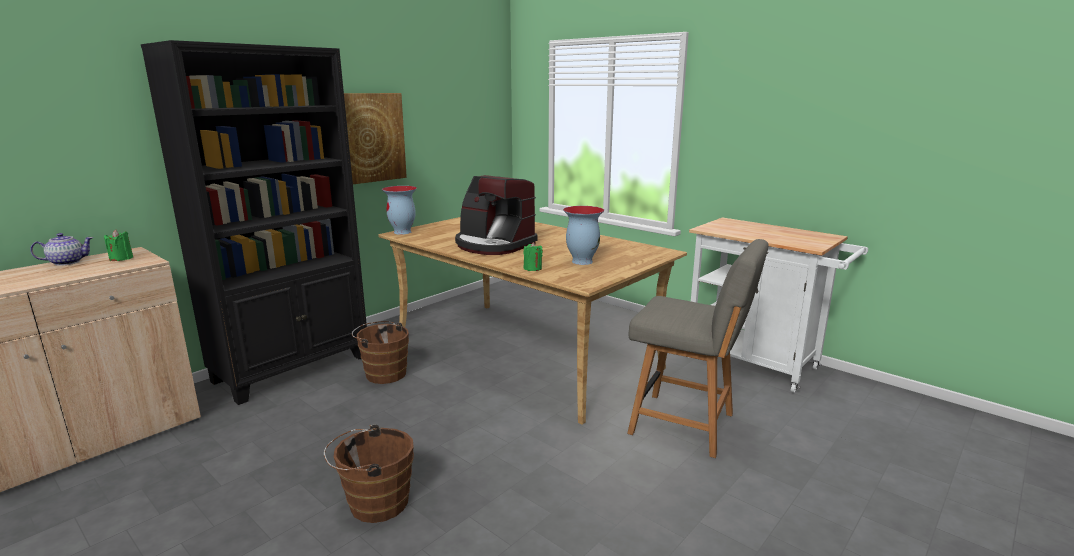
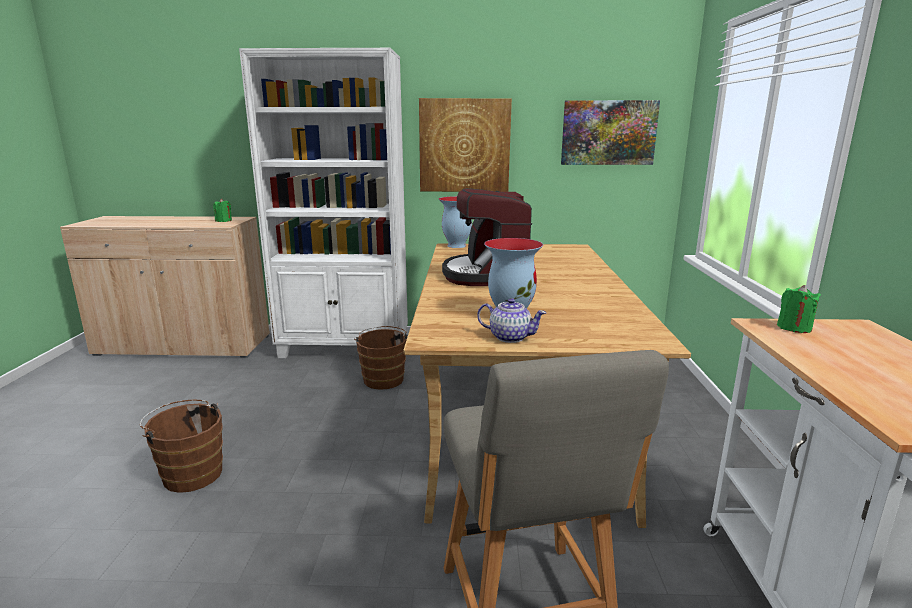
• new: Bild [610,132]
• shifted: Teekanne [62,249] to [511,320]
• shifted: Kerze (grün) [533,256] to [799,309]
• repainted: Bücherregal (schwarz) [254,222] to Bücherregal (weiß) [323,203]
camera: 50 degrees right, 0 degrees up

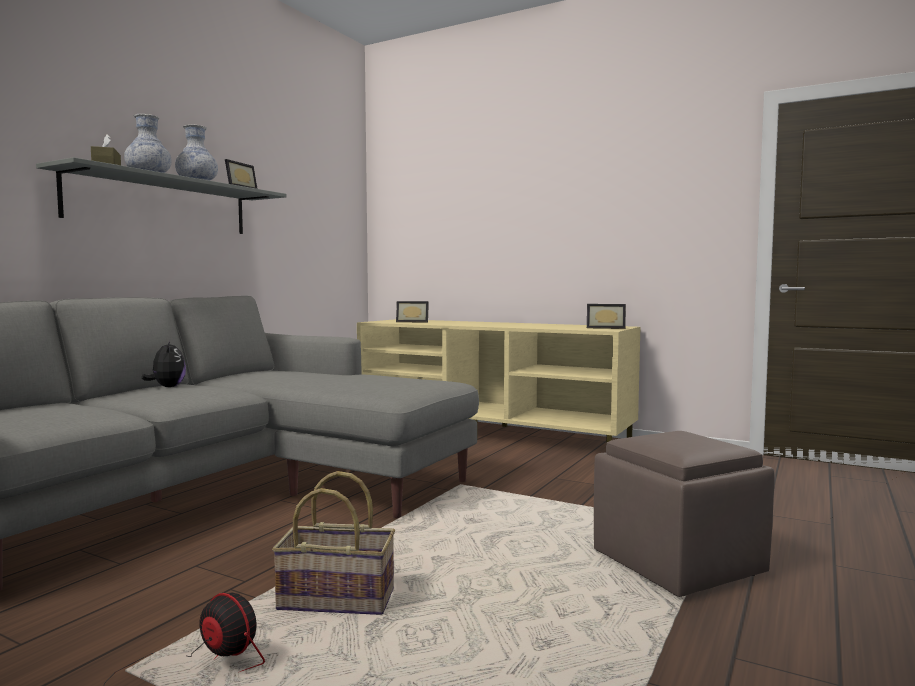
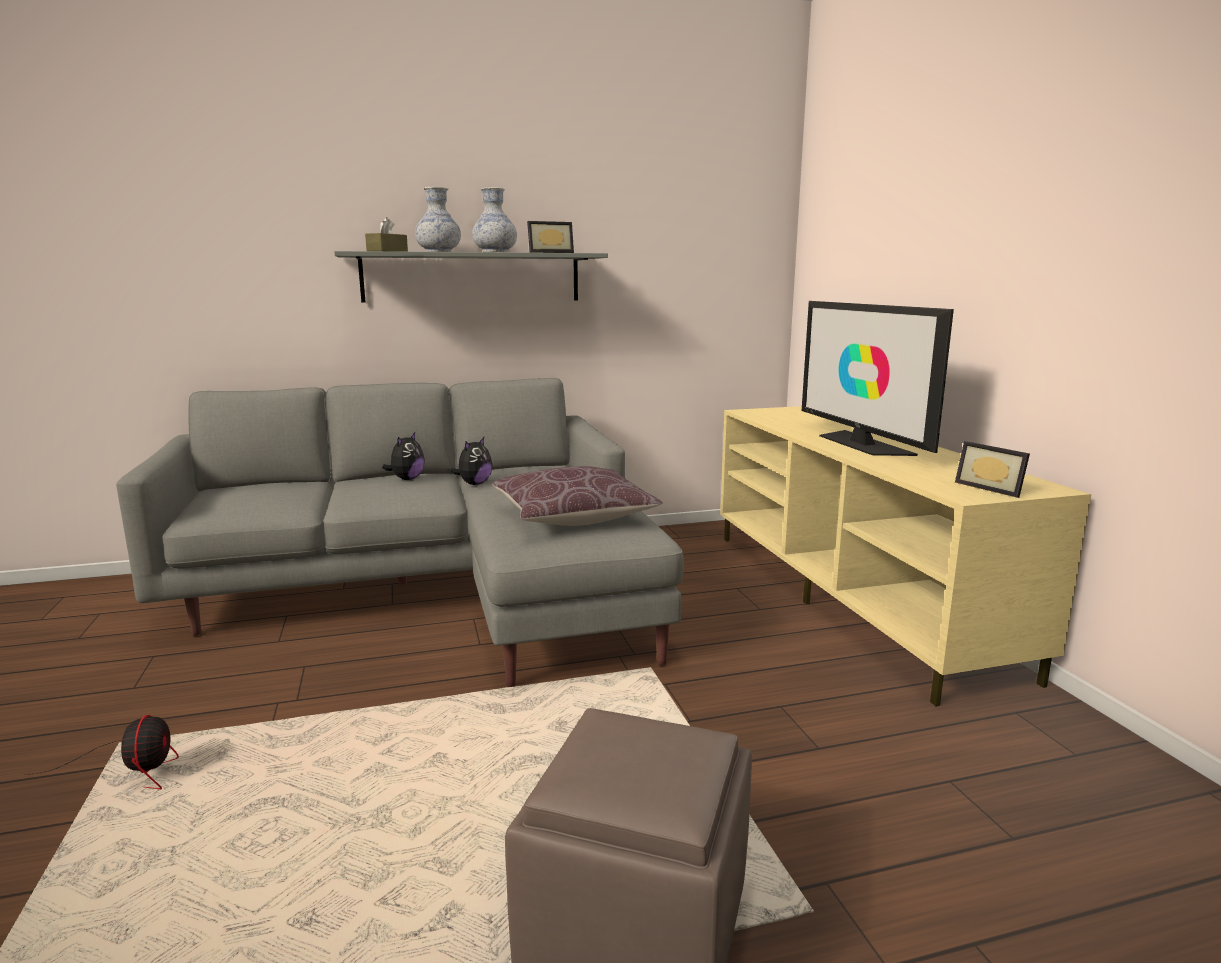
• gone: Korb [333,543]
• gone: Bilderrahmen [412,312]
• new: Plüschtier [472,461]
• new: Kissen (braun) [578,496]
• new: Fernseher [878,378]
camera: 45 degrees right, 10 degrees up

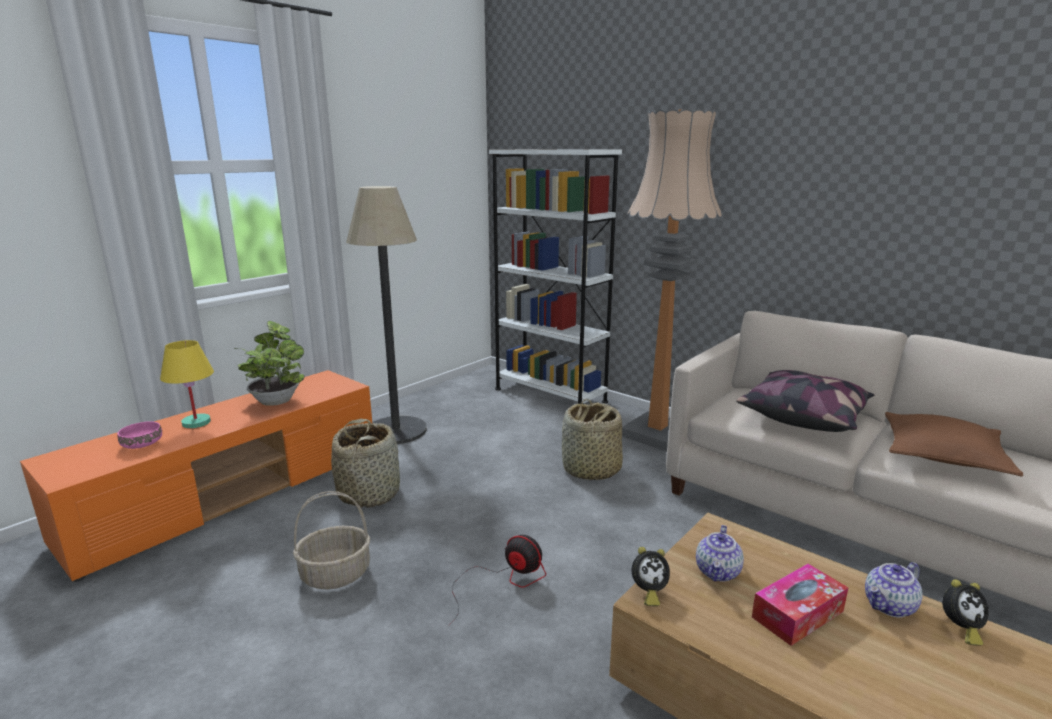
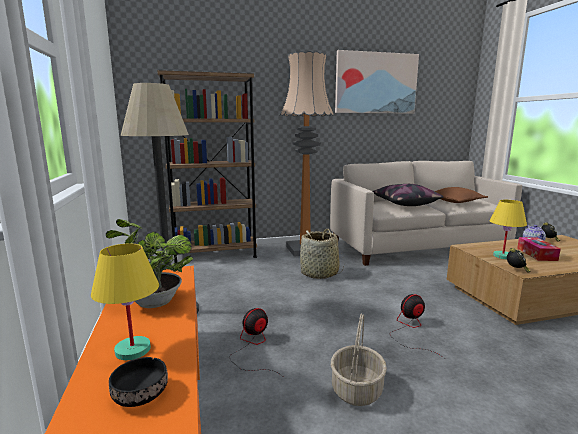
• new: Bild [377,82]
• swapped: Korb [365,463] to Ventilator [256,342]
• swapped: Teekanne [720,553] to Tischlampe (gelb) [508,229]
• repainted: Schüssel (rosa) [139,435] to Schüssel (schwarz) [138,382]
• repainted: Bücherregal (weiß) [555,276] to Bücherregal (braun) [207,167]
camera: 55 degrees left, 5 degrees down

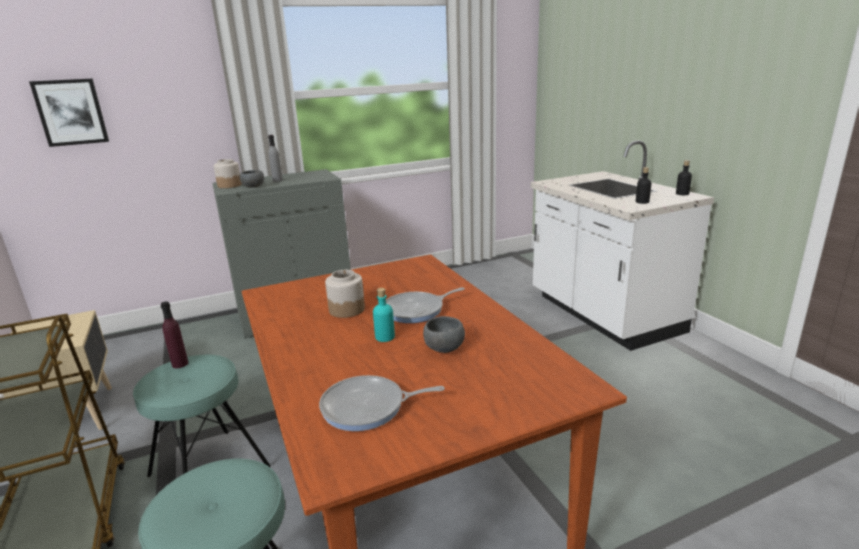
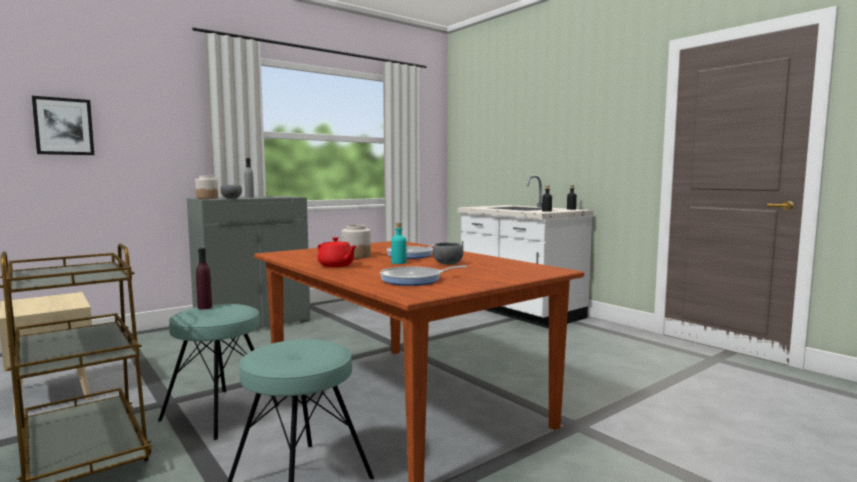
• new: Teekanne (rot) [336,252]
camera: 15 degrees left, 15 degrees down

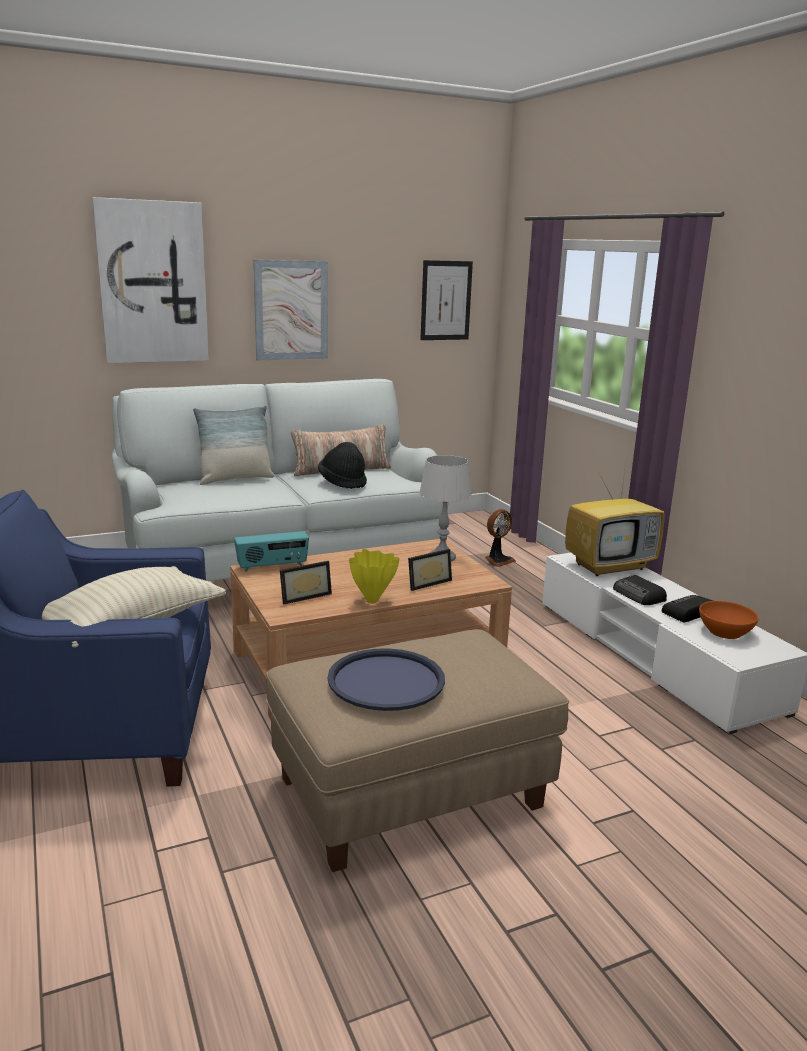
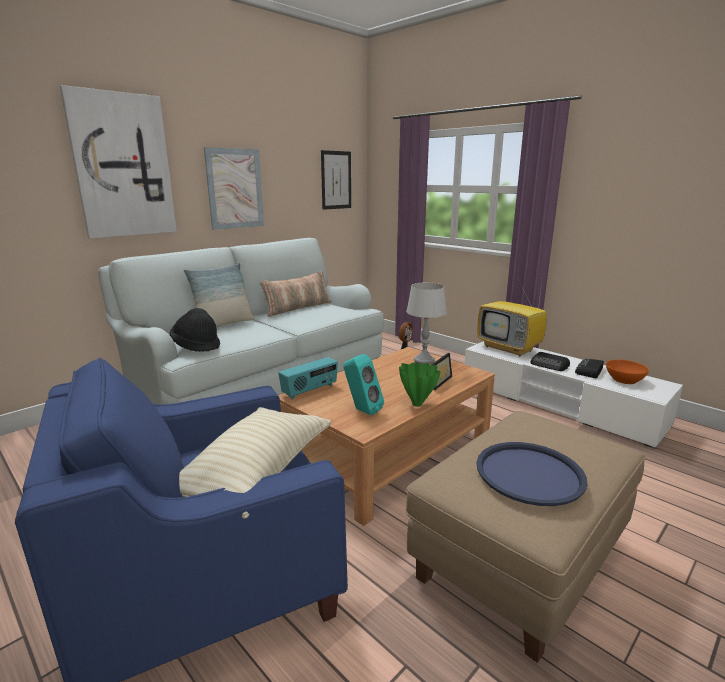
• shifted: Hut (schwarz) [342,465] to [195,330]
• swapped: Bilderrahmen [306,582] to Lautsprecher (türkis) [363,385]
• repainted: Vase (gelb) [374,576] to Vase (grün) [419,385]
• rotated: Fernseher [614,515] = [512,319] 90 degrees clockwise
camera: 20 degrees left, 0 degrees up

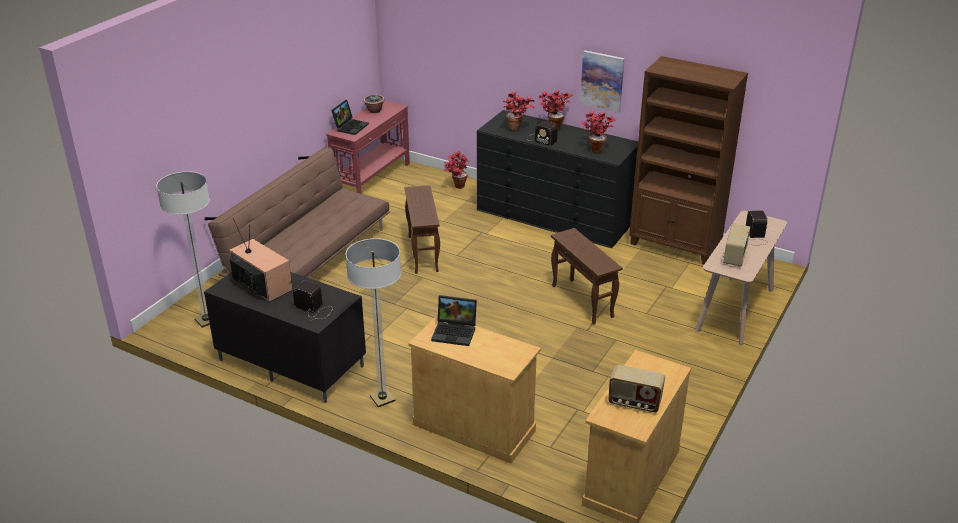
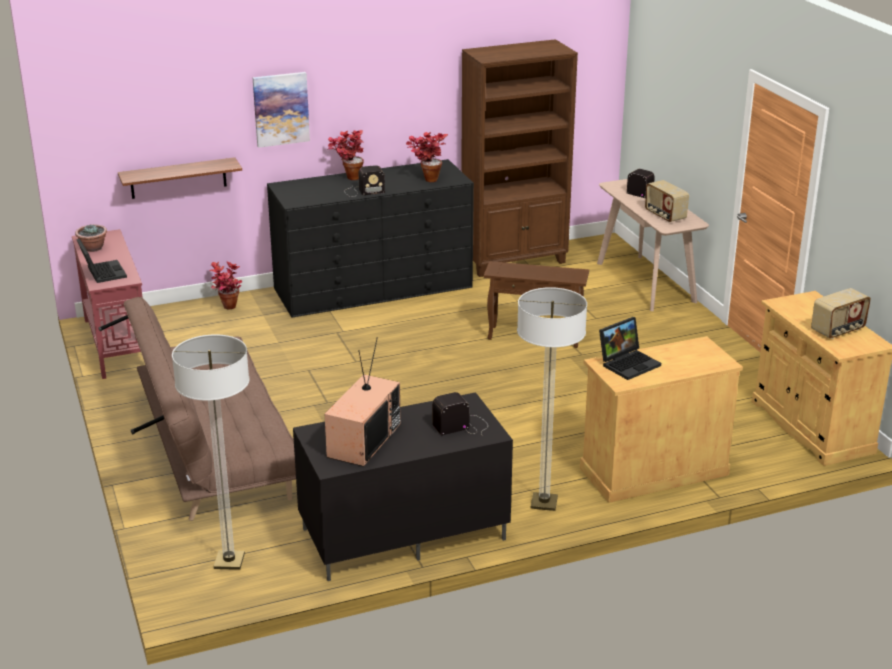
• gone: Beistelltisch (braun) [422,229]
• gone: Topfpflanze [519,111]
• new: Wandregal [180,178]
• shifted: Bild [602,81] to [281,110]
• rotated: Fernseher [261,260] = [363,402] 120 degrees clockwise
camera: 50 degrees left, 5 degrees down

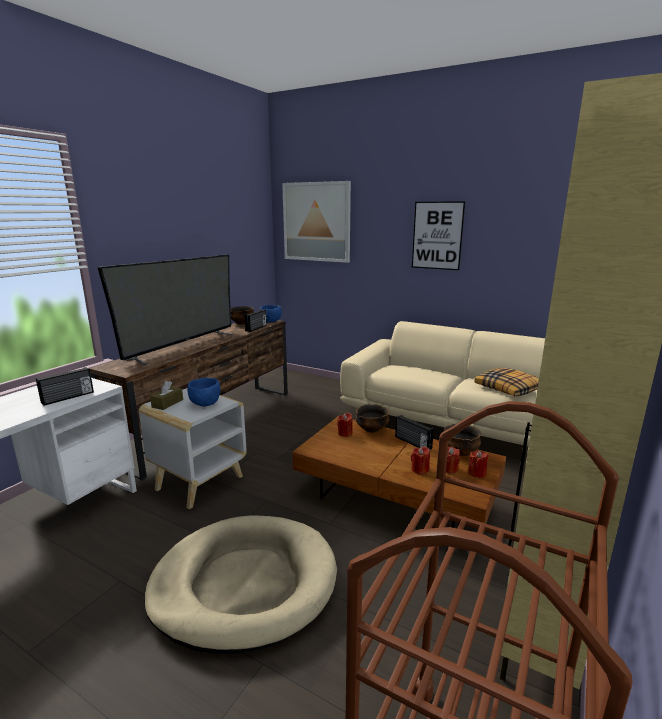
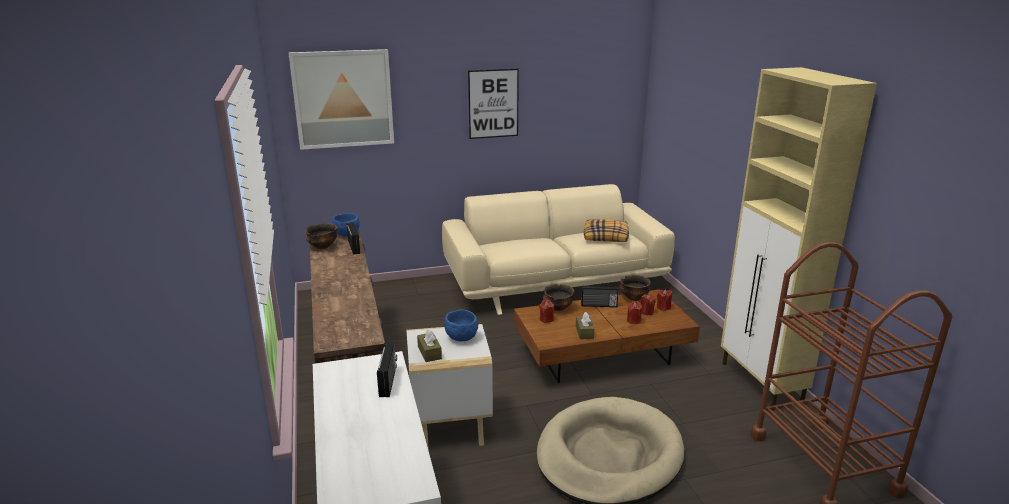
• gone: Fernseher [165,310]
• new: Taschentuchbox (braun) [585,325]
camera: 45 degrees left, 5 degrees up

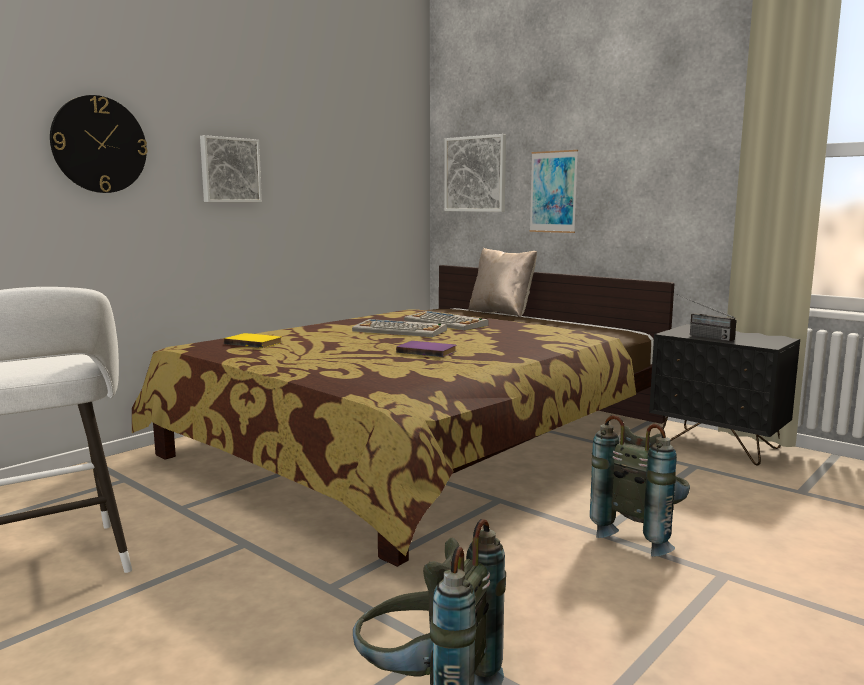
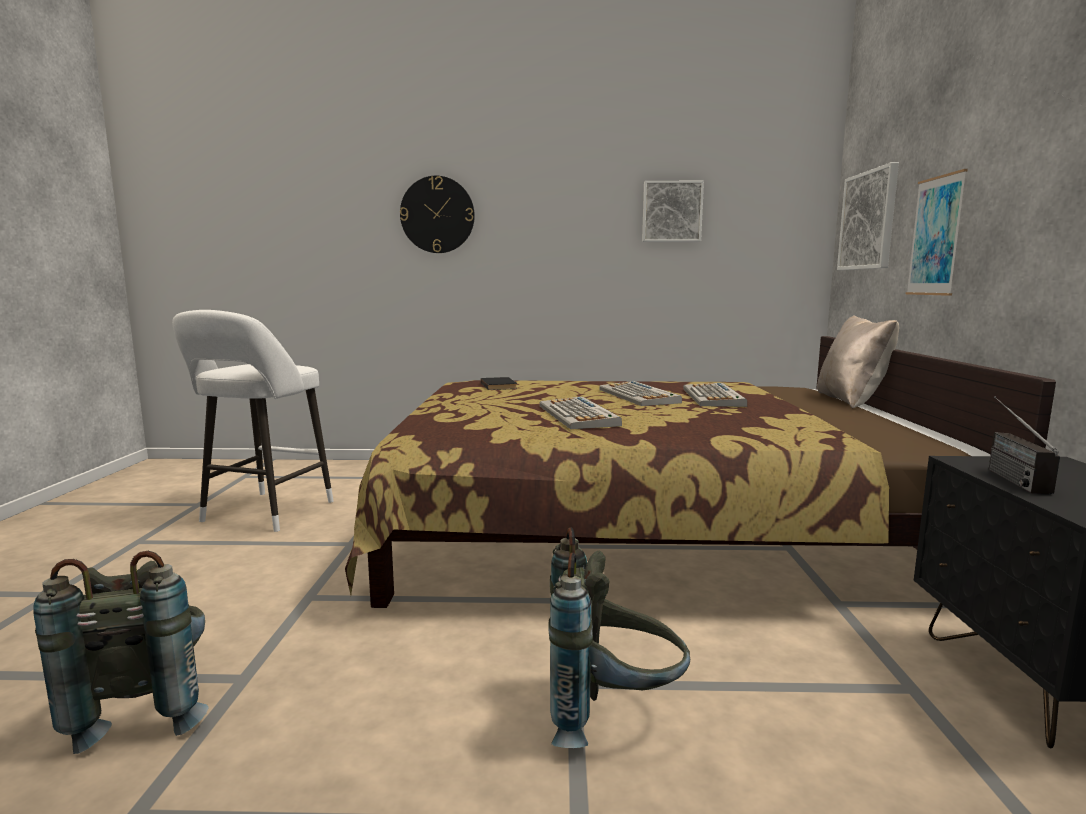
• shifted: Bild [231,168] to [673,211]
• swapped: Buch (lila) [426,349] to Tastatur [581,412]
• repainted: Buch (gelb) [253,340] to Buch (schwarz) [498,383]
camera: 50 degrees right, 0 degrees up

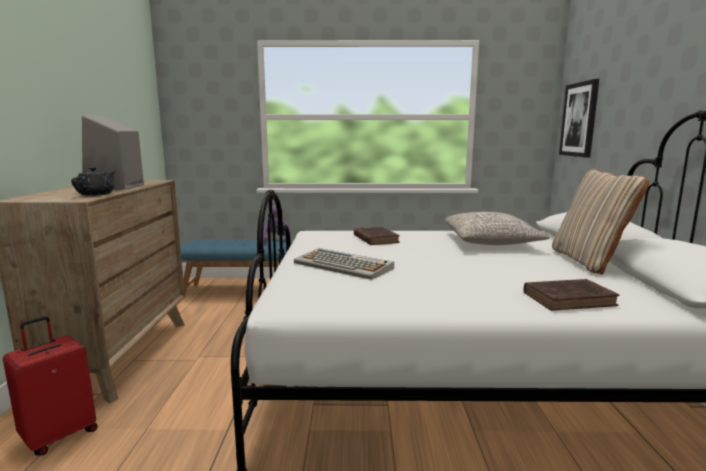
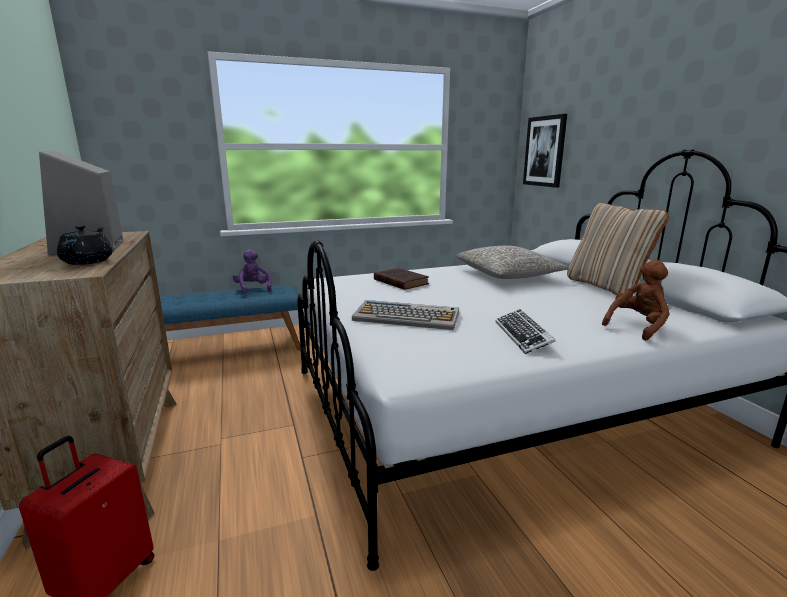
• new: Tastatur [526,331]
• swapped: Buch (braun) [572,295] to Plüschtier (braun) [636,300]
camera: 20 degrees left, 5 degrees up

